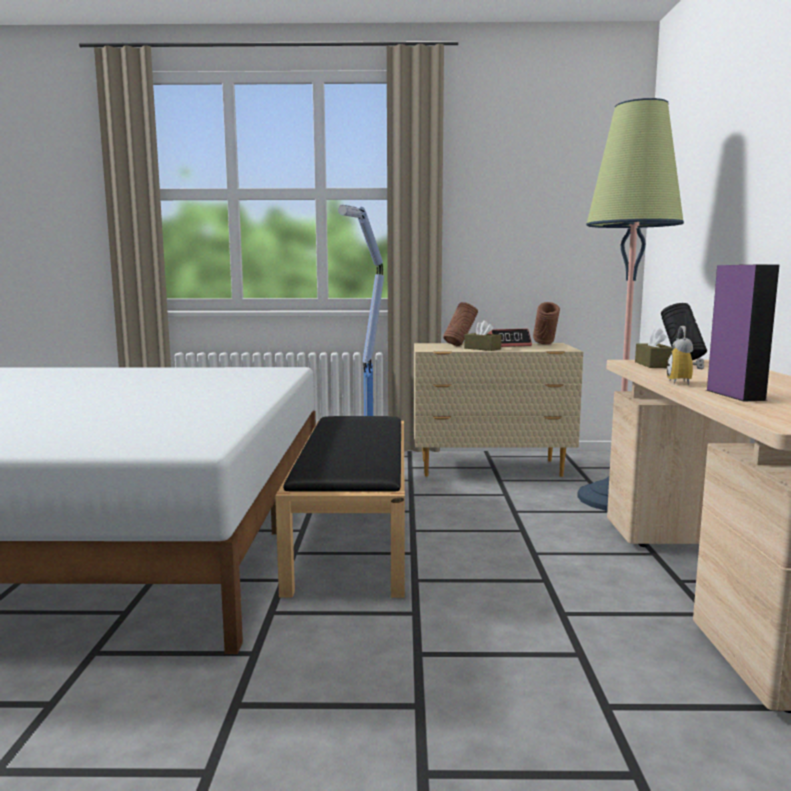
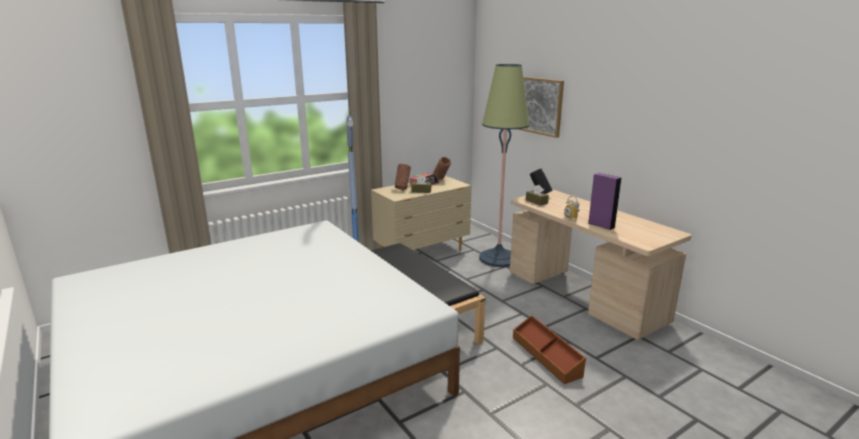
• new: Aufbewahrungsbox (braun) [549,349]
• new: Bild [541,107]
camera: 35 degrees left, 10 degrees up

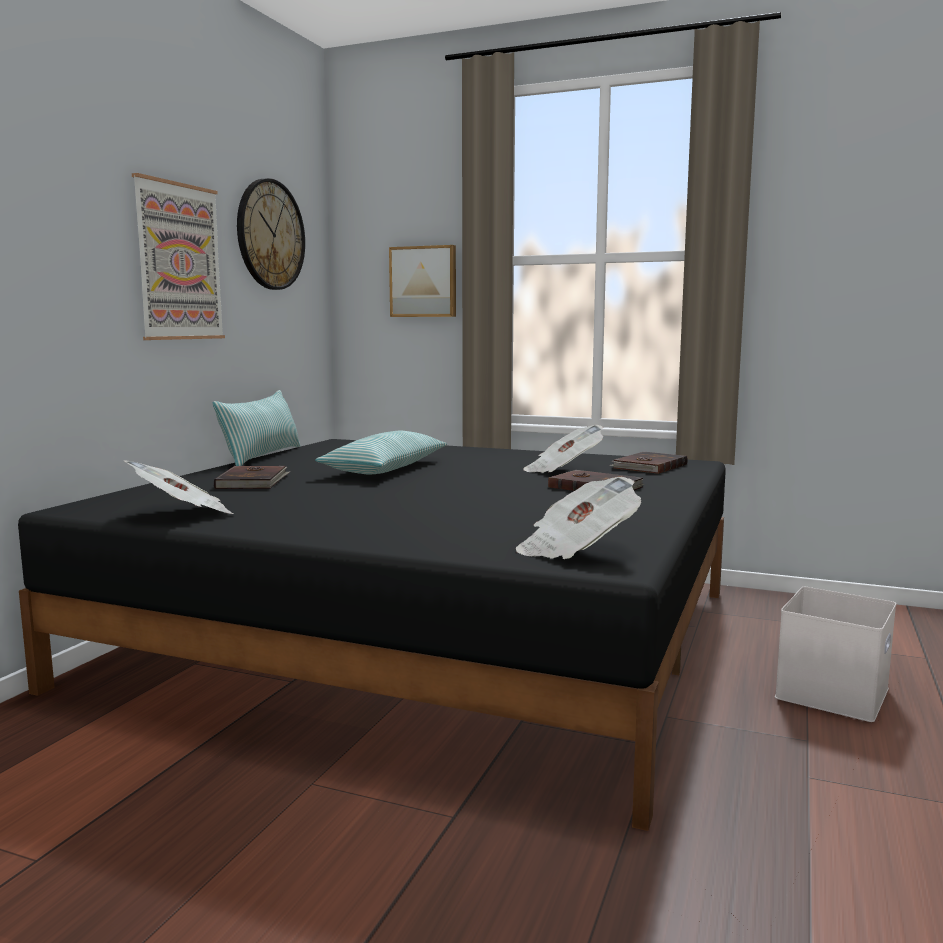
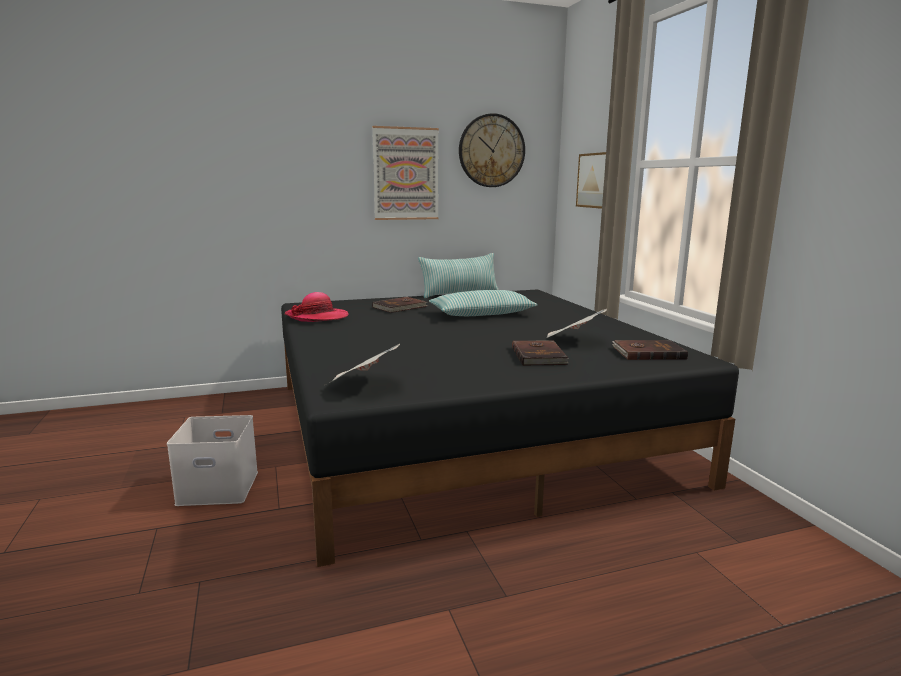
• shifted: Aufbewahrungsbox (weiß) [835,654] to [212,460]
• swapped: Zeitung [178,487] to Hut [316,307]
camera: 50 degrees right, 5 degrees up

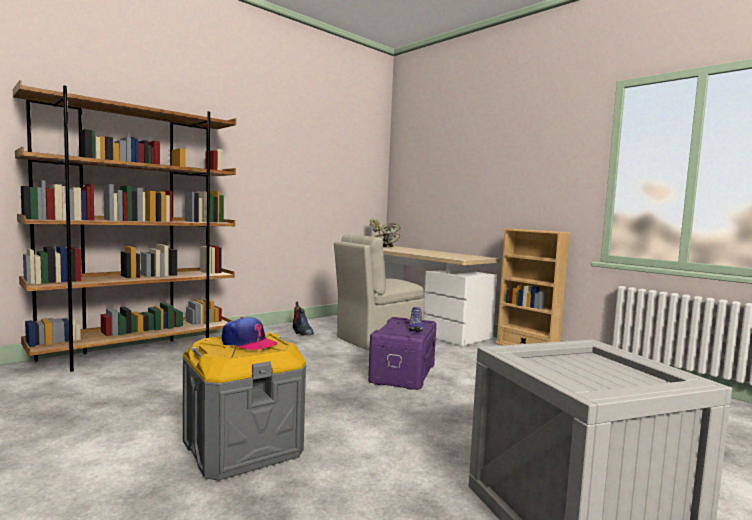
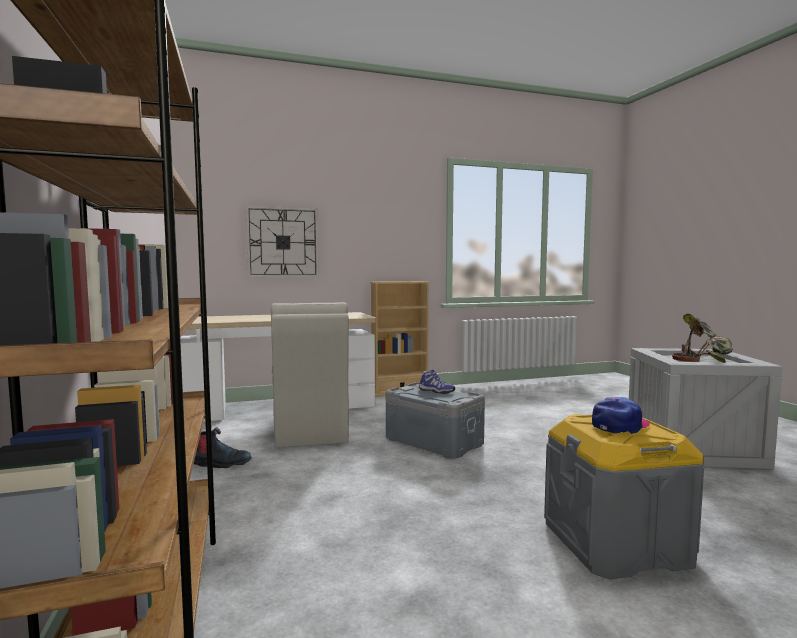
• new: Wanduhr [282,242]
• shifted: Topfpflanze [385,233] to [702,338]
• repainted: Aufbewahrungsbox (lila) [402,353] to Aufbewahrungsbox (grau) [435,420]
camera: 65 degrees left, 0 degrees up

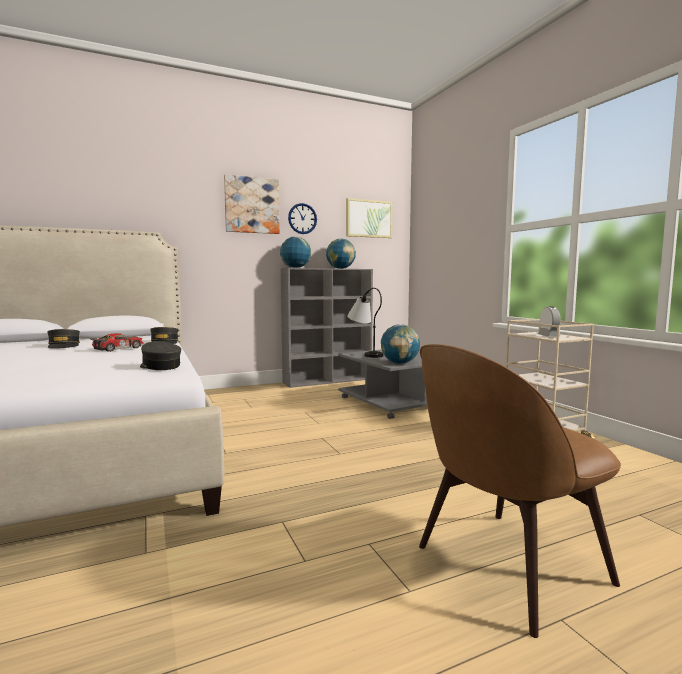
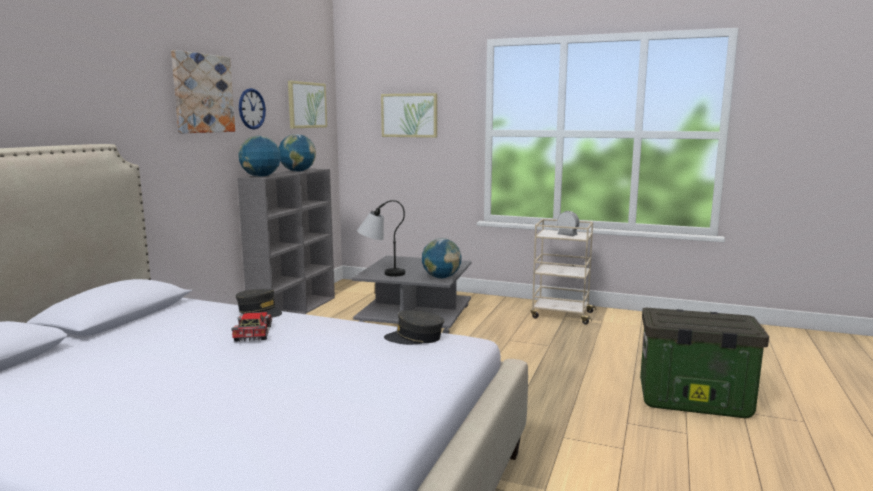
• gone: Kappe (grau) [63,339]
• new: Bild [409,115]
• swapped: Stuhl (braun) [520,491] to Aufbewahrungsbox [704,363]
camera: 45 degrees left, 5 degrees up

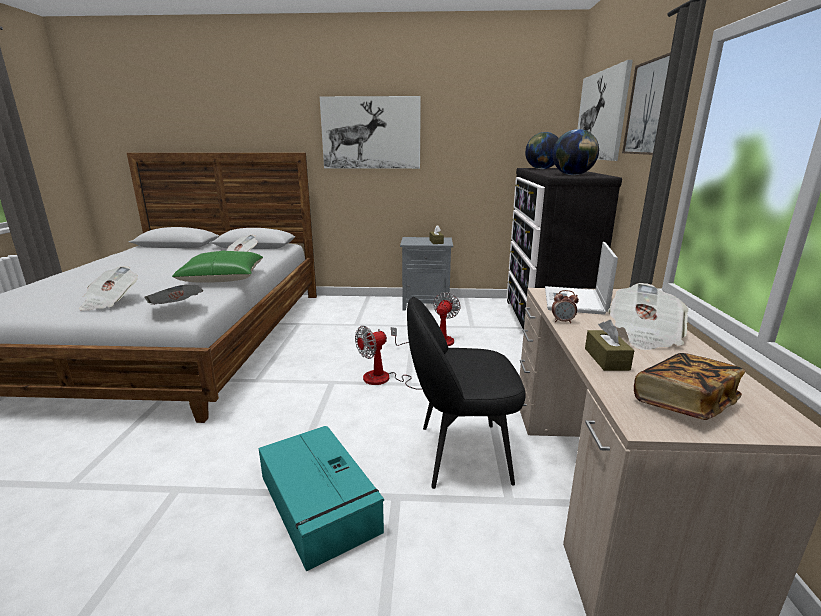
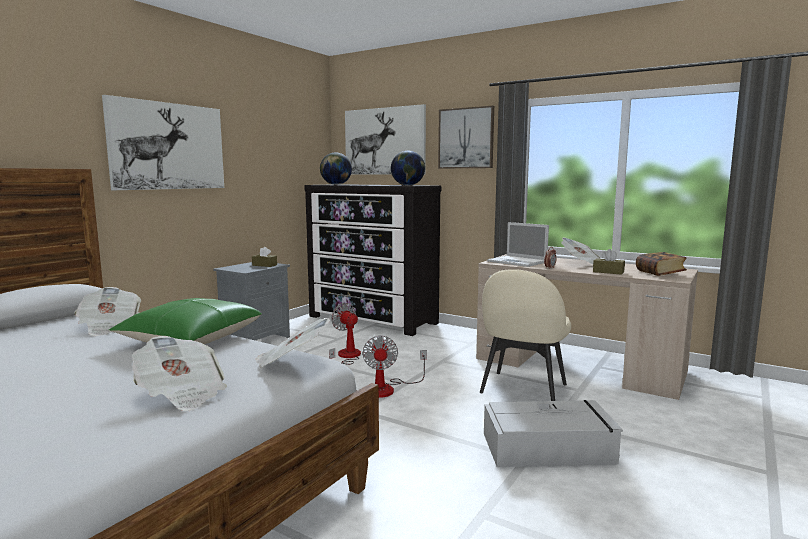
• repainted: Aufbewahrungsbox (türkis) [321,498] to Aufbewahrungsbox (grau) [553,433]
• repainted: Stuhl (schwarz) [466,393] to Stuhl (beige) [525,335]
camera: 60 degrees left, 10 degrees down

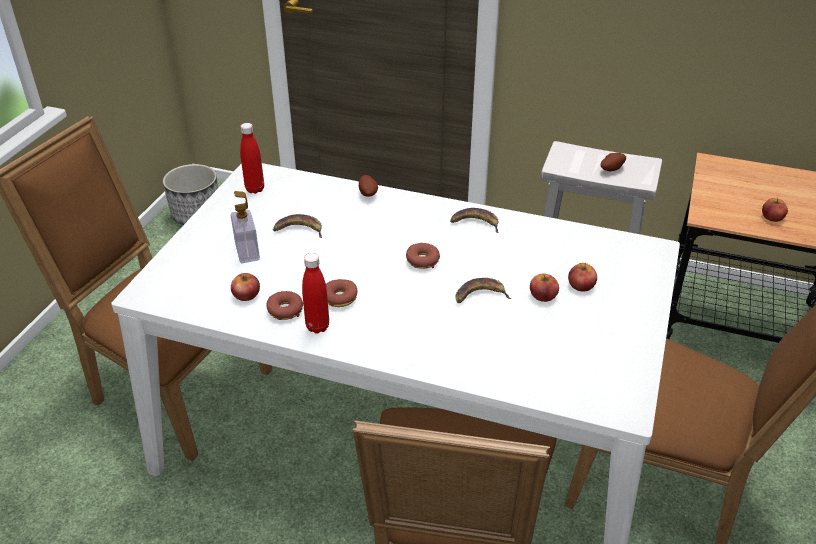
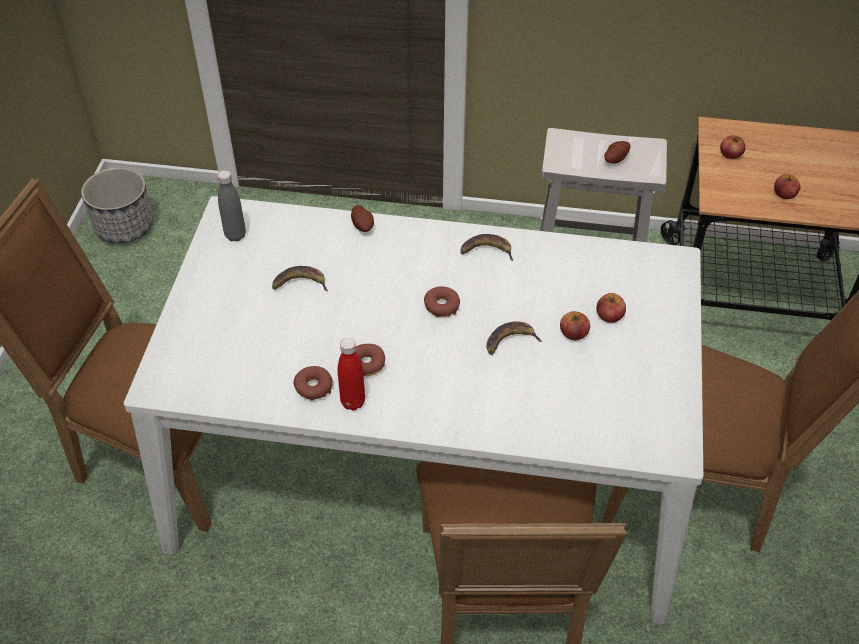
• gone: Seifenspender [245,227]
• shifted: Apfel [245,287] to [732,147]
• repainted: Flasche (rot) [252,158] to Flasche (grau) [231,205]
camera: 10 degrees left, 10 degrees up

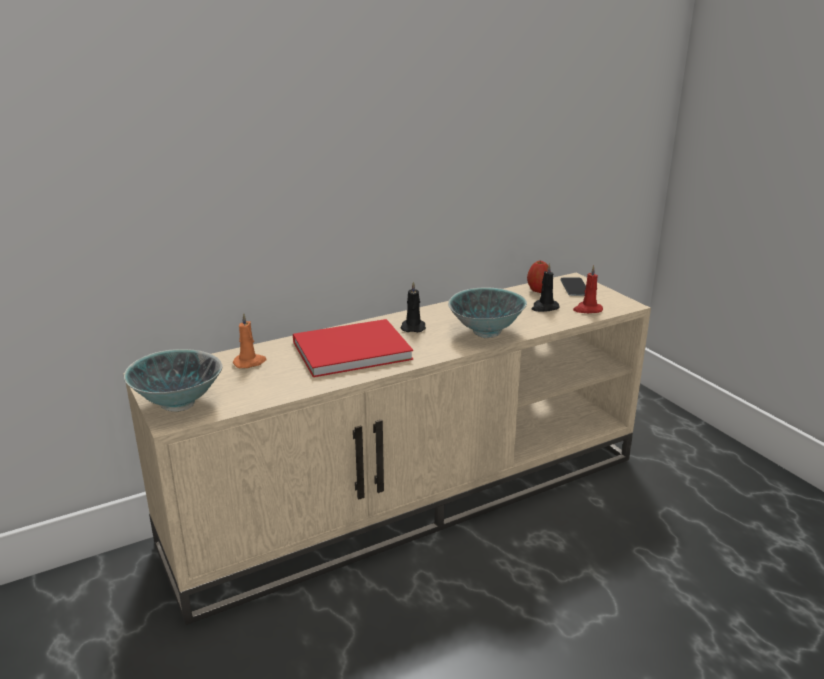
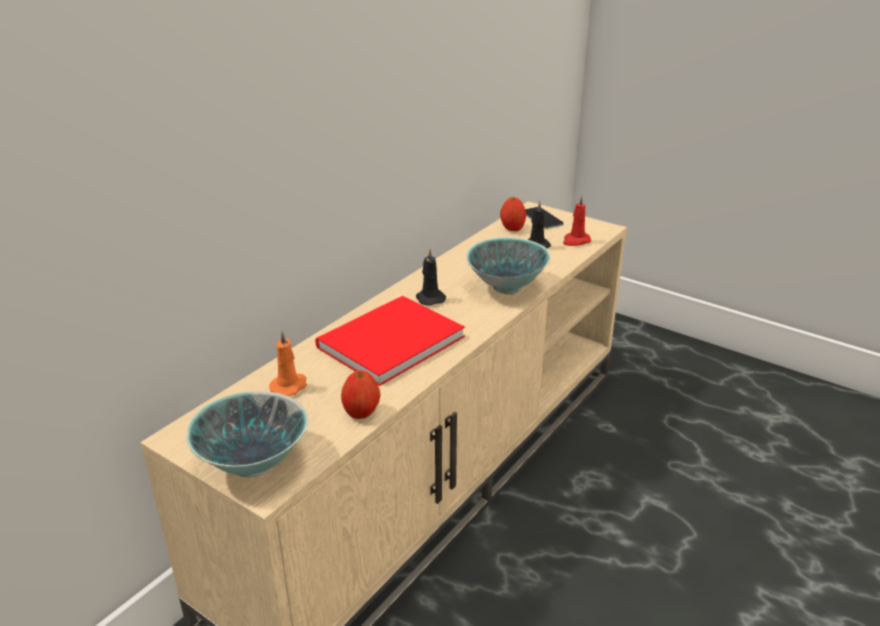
• new: Apfel [360,394]
camera: 25 degrees left, 5 degrees up

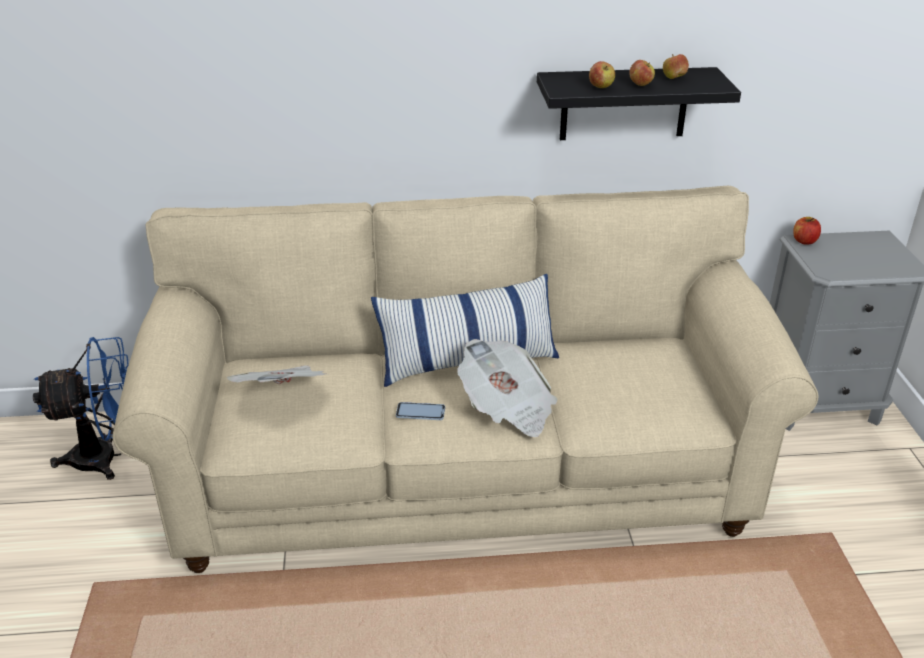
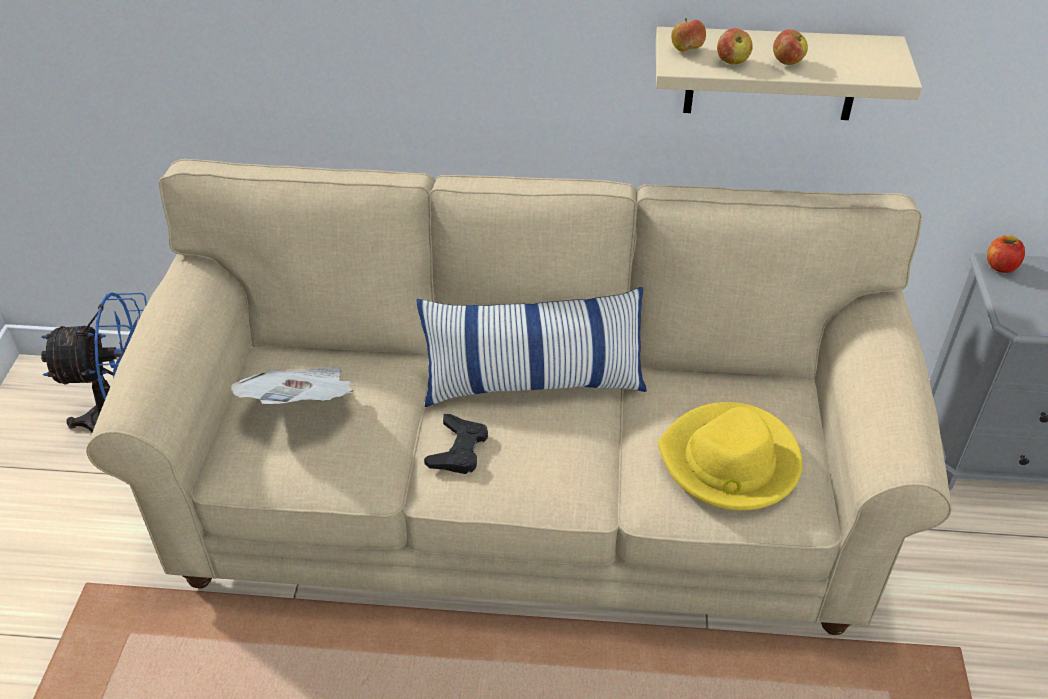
• gone: Zeitung [507,388]
• new: Hut (gelb) [730,456]
• shifted: Apfel [676,66] to [688,35]
• swapped: Handy [420,411] to Gamepad (schwarz) [456,444]
• repainted: Wandregal (schwarz) [639,103] to Wandregal (beige) [789,73]
camera: 10 degrees right, 10 degrees up

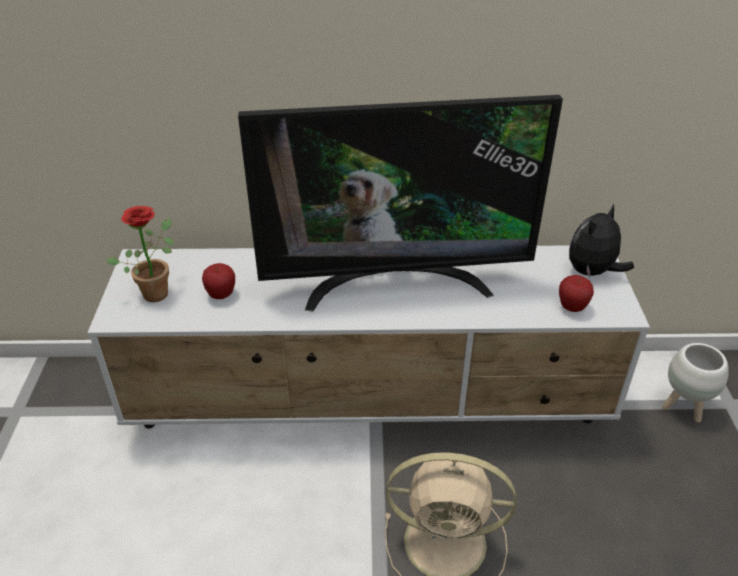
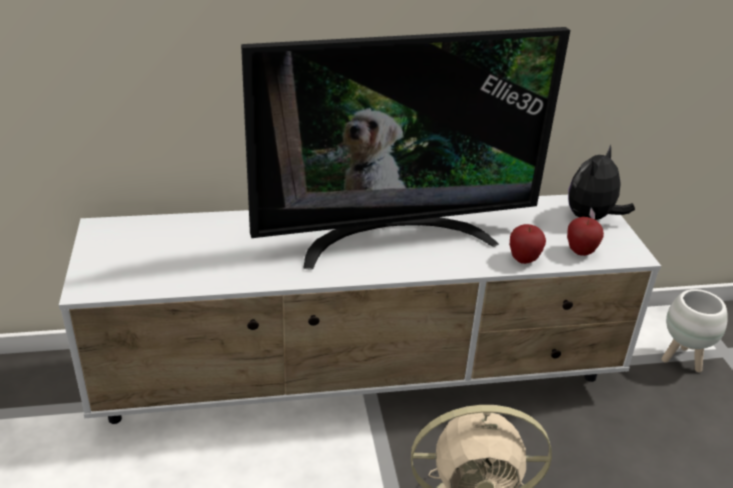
• gone: Topfpflanze [140,254]
• shifted: Apfel [218,281] to [528,244]
camera: 10 degrees left, 5 degrees down

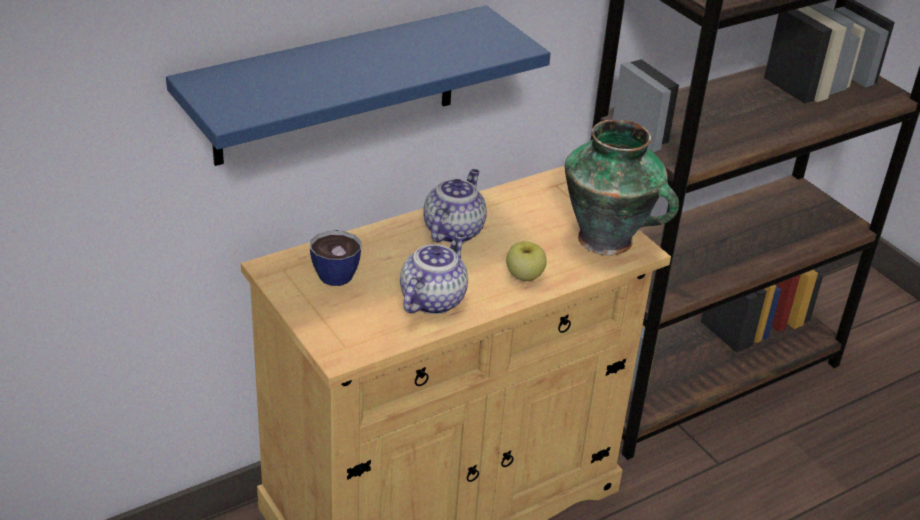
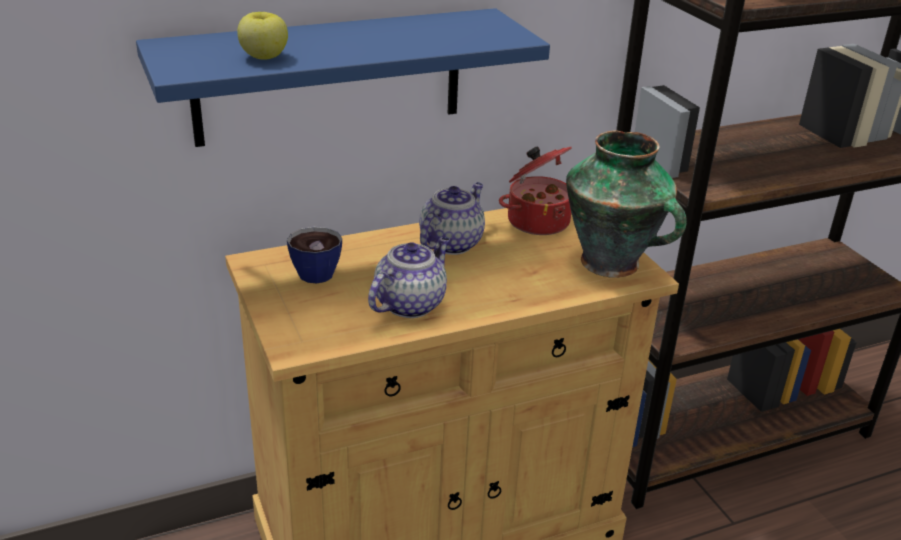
• new: Kochtopf [535,190]
• shifted: Apfel [526,261] to [262,36]
camera: 10 degrees right, 5 degrees down

